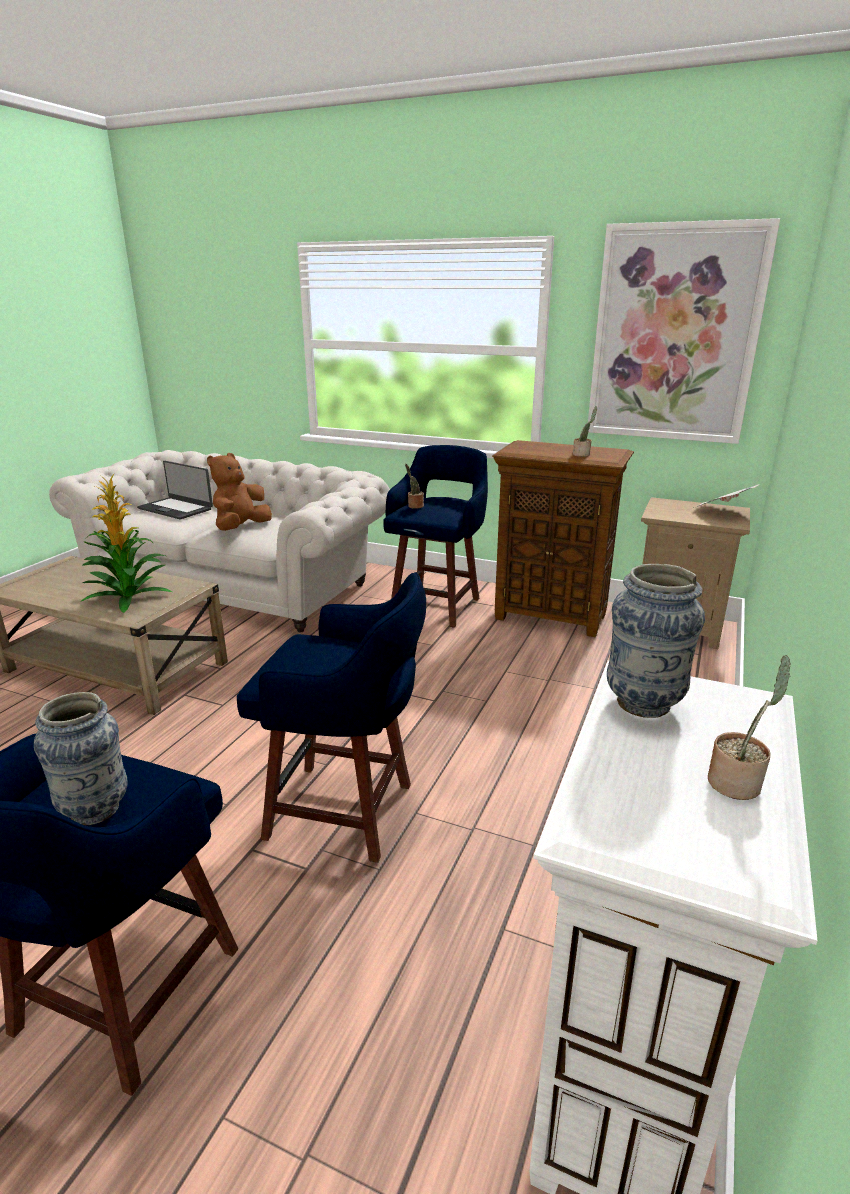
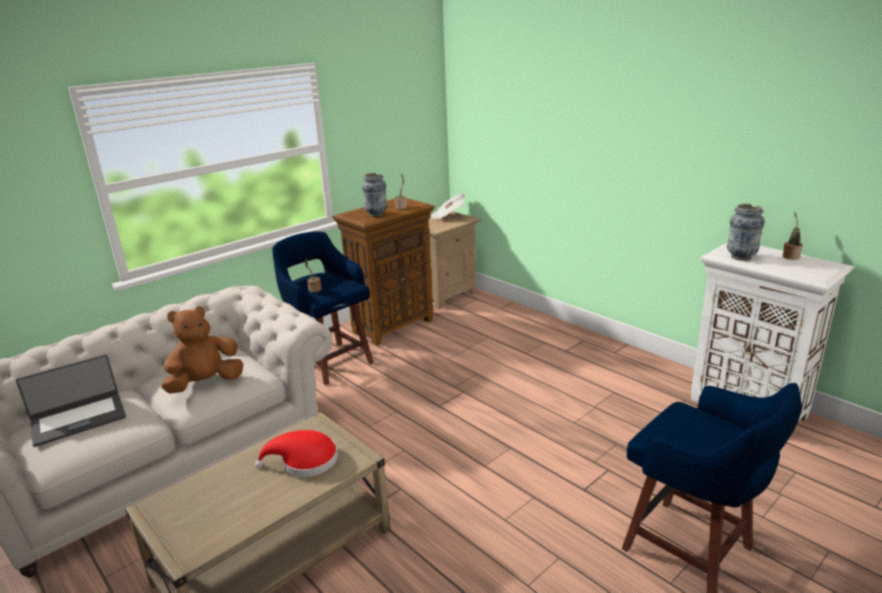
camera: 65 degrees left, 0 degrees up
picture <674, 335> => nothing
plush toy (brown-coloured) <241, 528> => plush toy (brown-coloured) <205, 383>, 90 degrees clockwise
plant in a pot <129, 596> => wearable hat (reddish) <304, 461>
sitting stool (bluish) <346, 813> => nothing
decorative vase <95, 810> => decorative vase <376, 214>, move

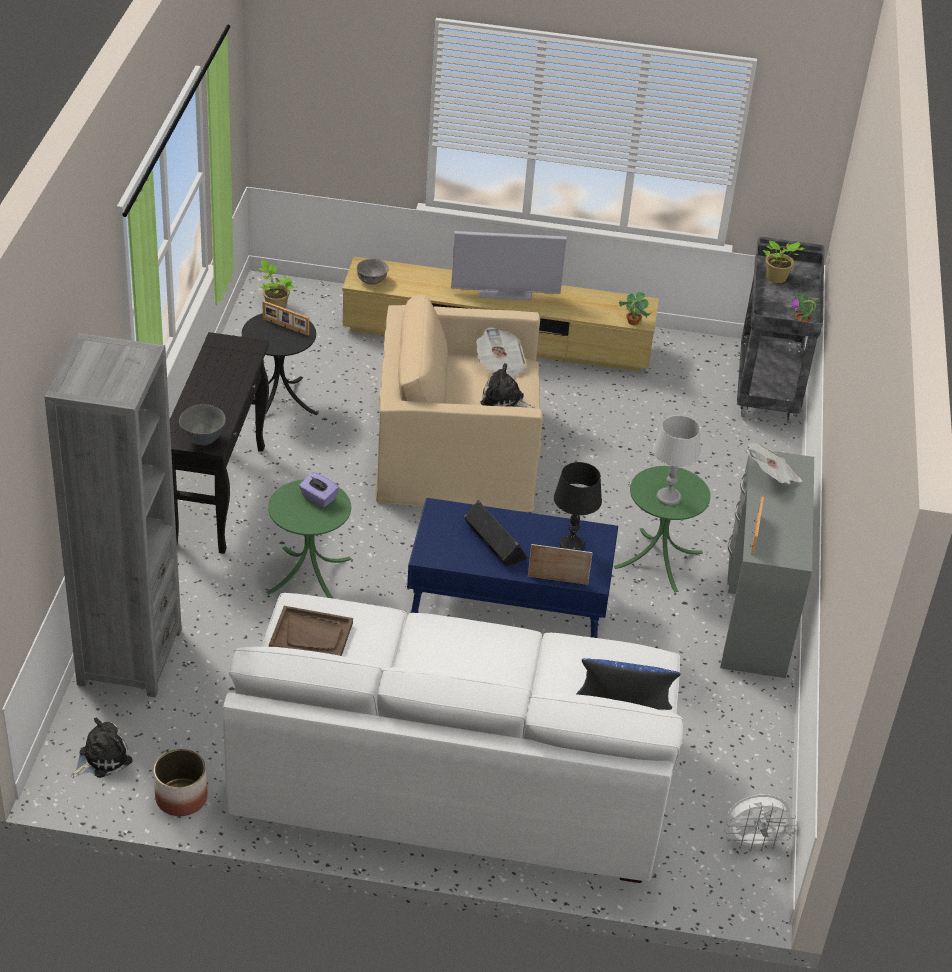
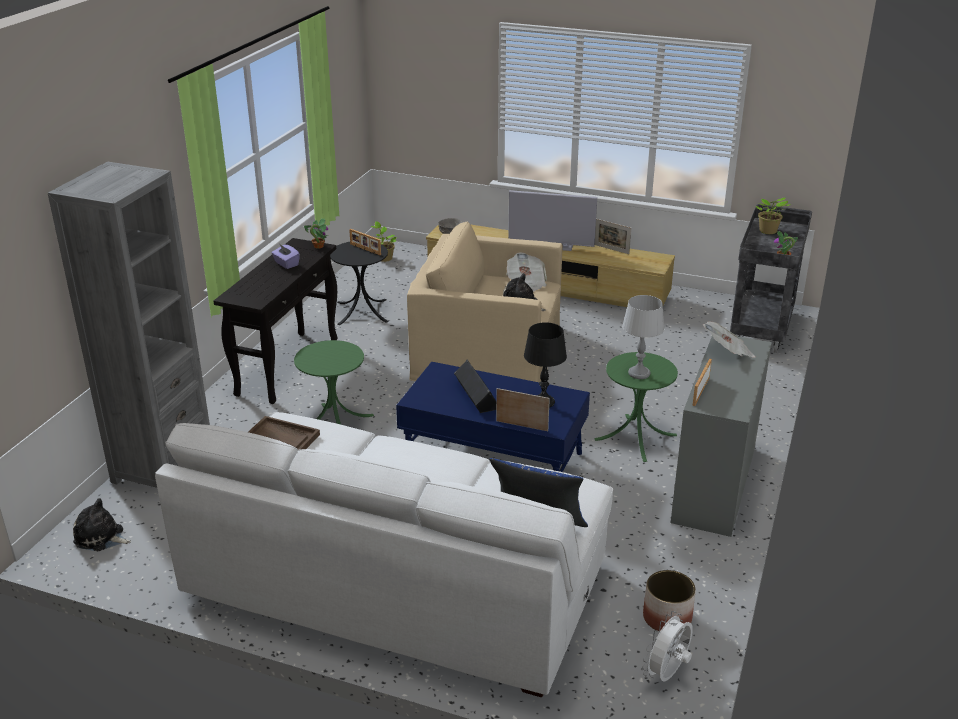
camera: 15 degrees right, 10 degrees down
plant in a pot <632, 322> => plant in a pot <318, 246>, move
bowl (greyish) <203, 440> => nothing
tissue box (purple-coloured) <318, 498> => tissue box (purple-coloured) <286, 264>, move
plush toy <102, 758> => plush toy <101, 538>, 135 degrees counterclockwise
planter <181, 798> => planter <666, 618>, move
cooling fan (white-coloured) <754, 842> => cooling fan (white-coloured) <667, 674>, 120 degrees clockwise
nothing => standing frame <611, 249>

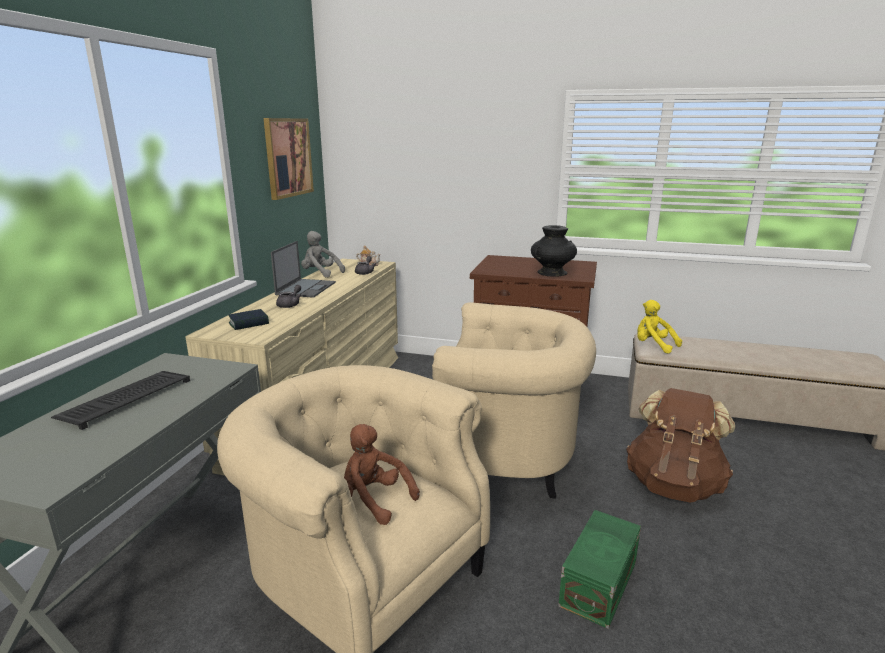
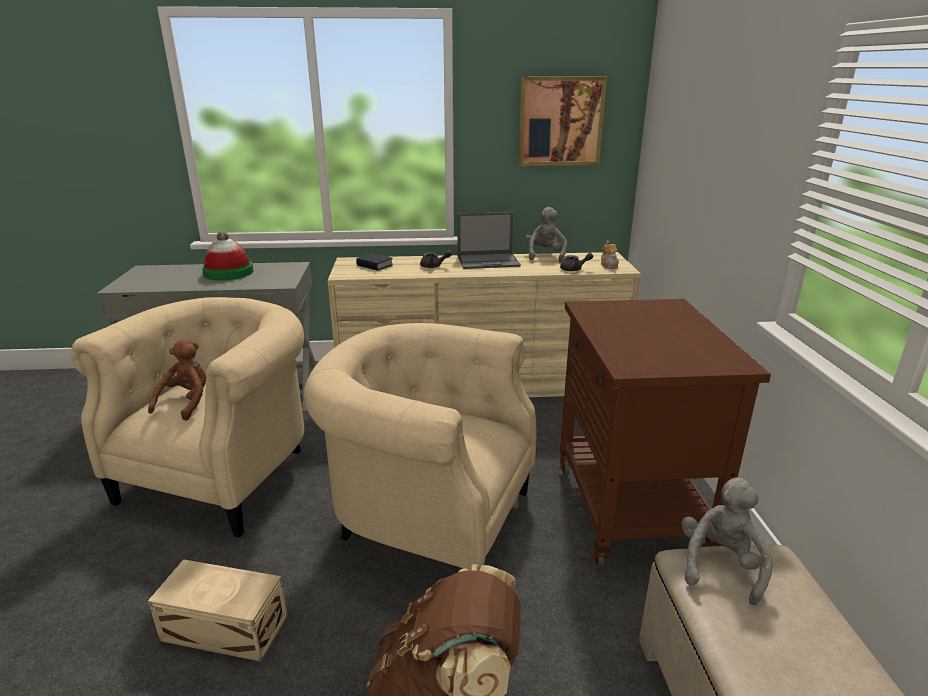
camera: 70 degrees right, 5 degrees up
decorative vase (black-coloured) <552, 272> => nothing
plush toy (yellowish) <653, 345> => plush toy (greyish) <720, 565>
lounge chair (sand-coloured) <502, 464> => lounge chair (sand-coloured) <427, 519>, 120 degrees clockwise
PC keyboard <126, 398> => wearable hat <228, 273>
storage box (greenish) <600, 583> => storage box (sand-coloured) <225, 629>

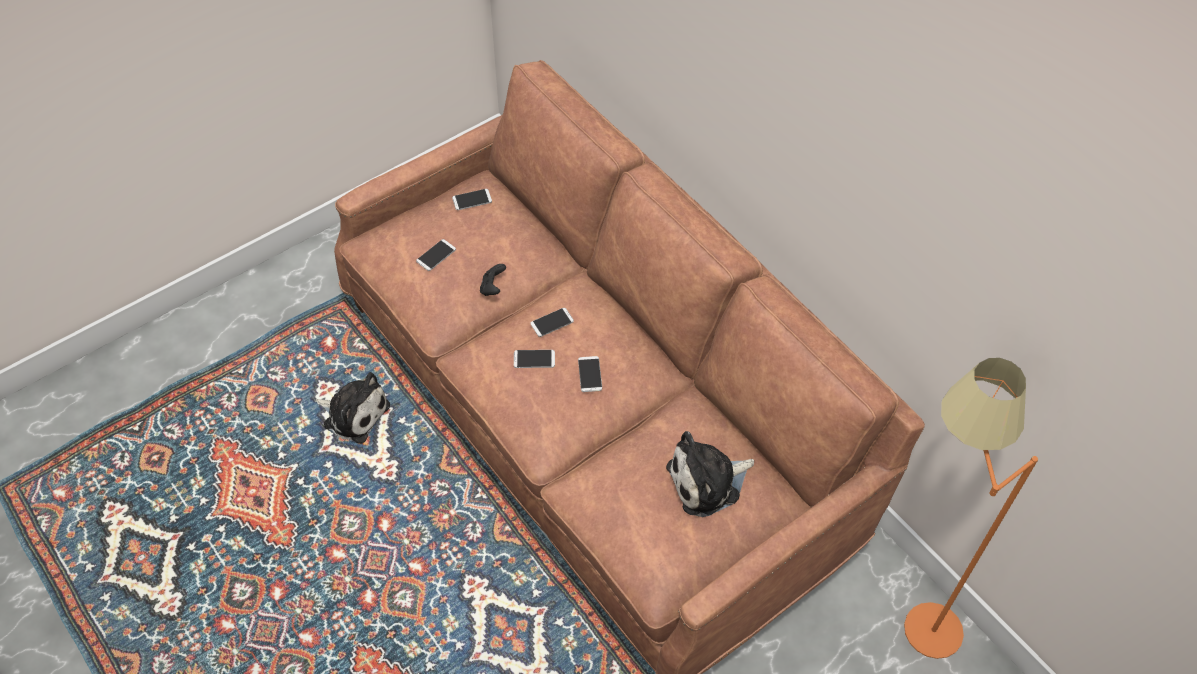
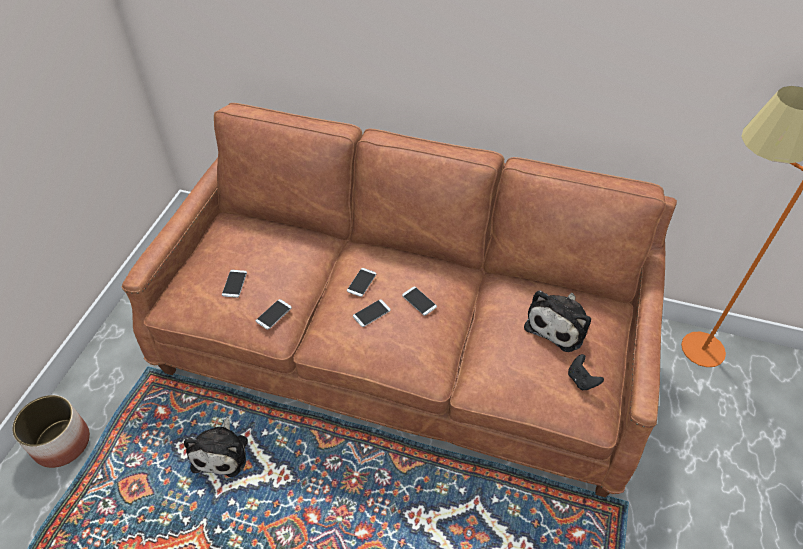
camera: 35 degrees left, 5 degrees down
phone <472, 200> => phone <273, 314>, move
game controller (black-coloured) <492, 288> => game controller (black-coloured) <581, 380>, move
plush toy <353, 413> => plush toy <222, 451>, 105 degrees clockwise
nothing => planter <61, 443>

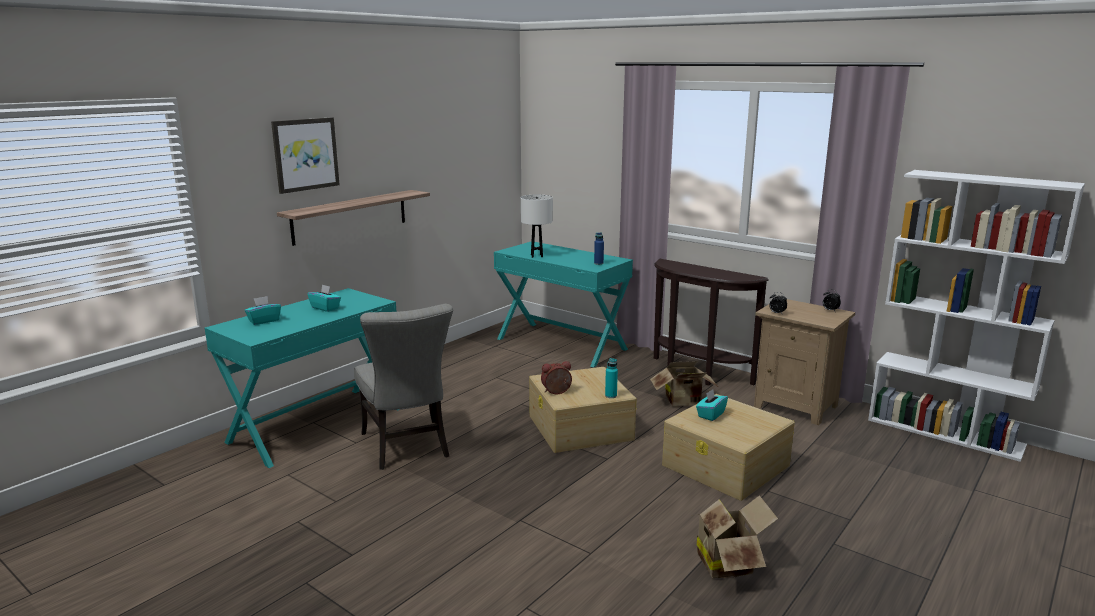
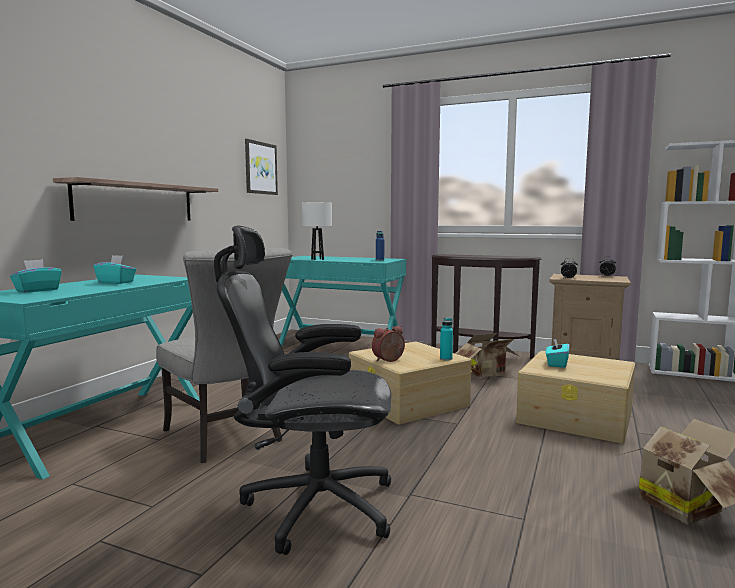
camera: 15 degrees left, 10 degrees down
picture <305, 154> => picture <260, 168>, move
nothing => office chair <311, 507>

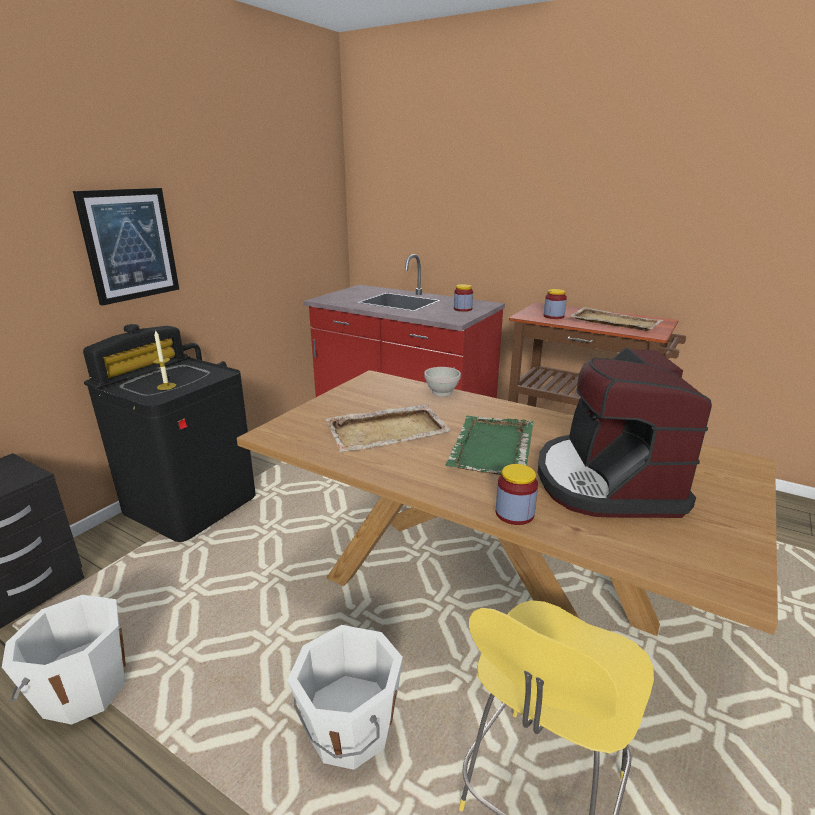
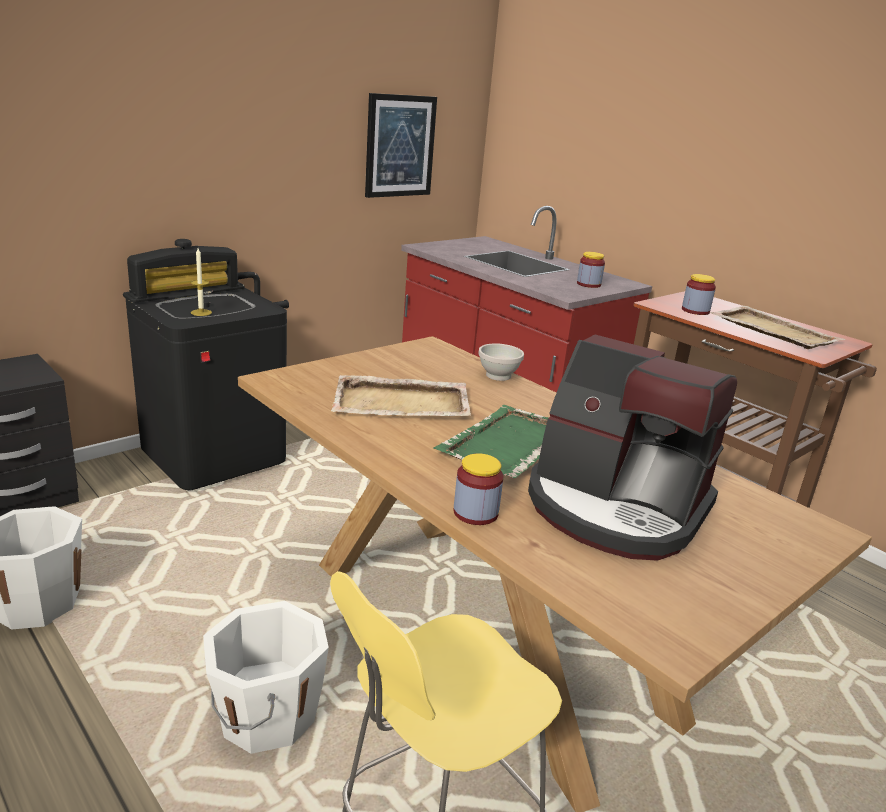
camera: 15 degrees right, 0 degrees up
picture <129, 245> => picture <399, 146>, move
coffee maker <606, 482> => coffee maker <615, 508>, 75 degrees counterclockwise

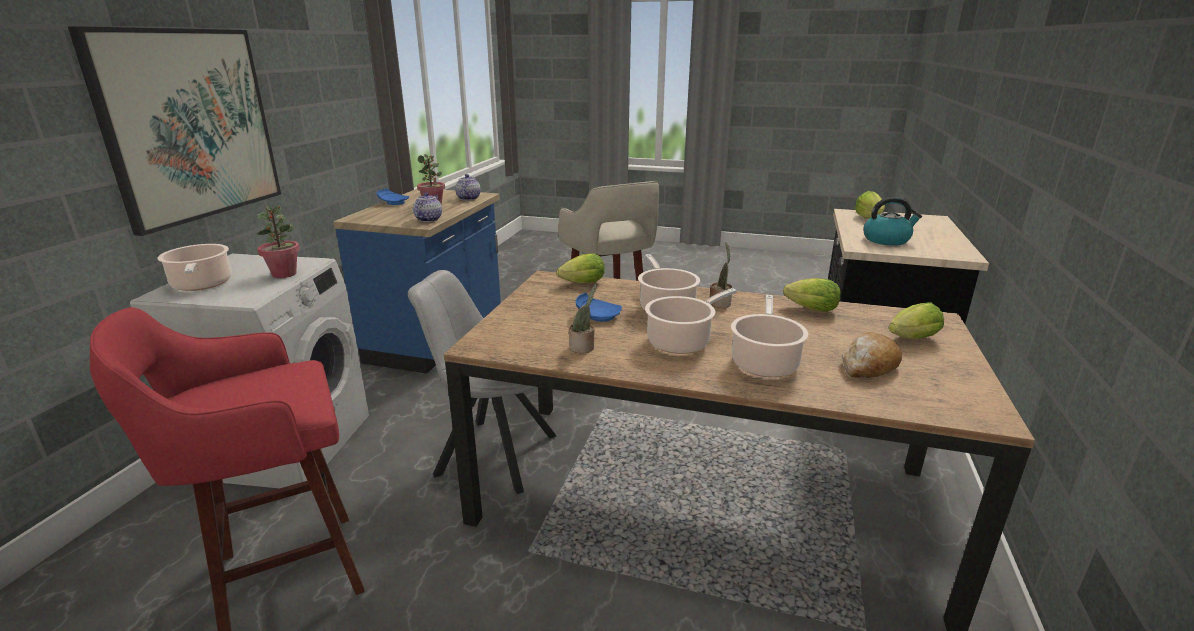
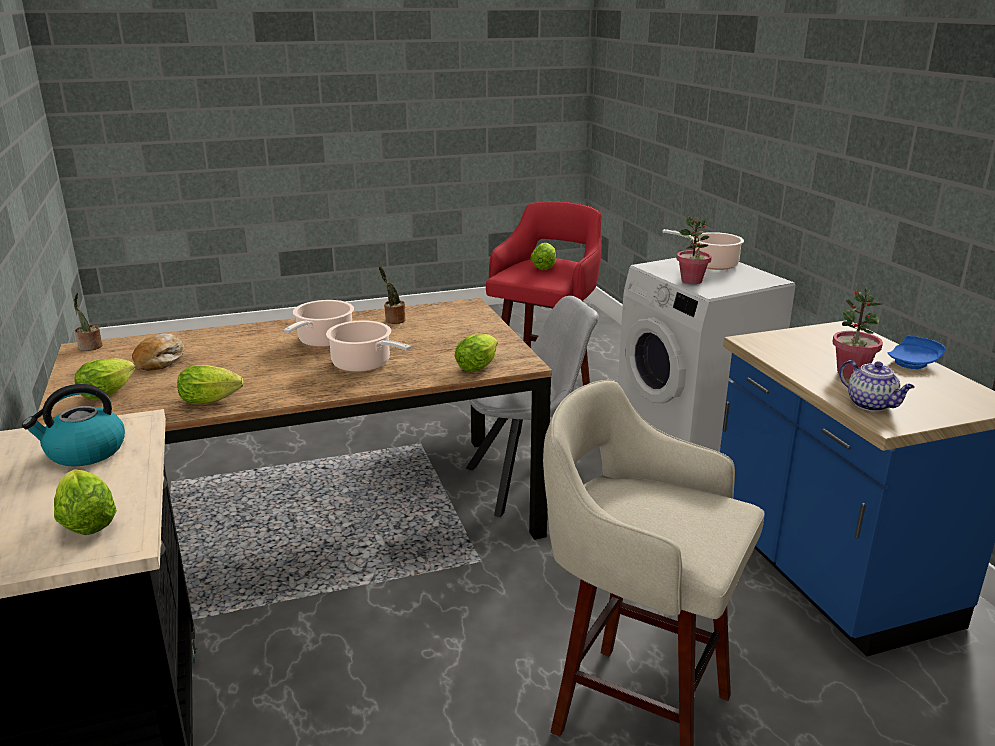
camera: 145 degrees right, 0 degrees up
picture <190, 125> => nothing
pot for tea <428, 219> => nothing
plant in a pot <720, 303> => plant in a pot <90, 347>, move
flat dish (bluish) <597, 316> => nothing
stockpot <764, 362> => nothing
nothing => lettuce <544, 267>

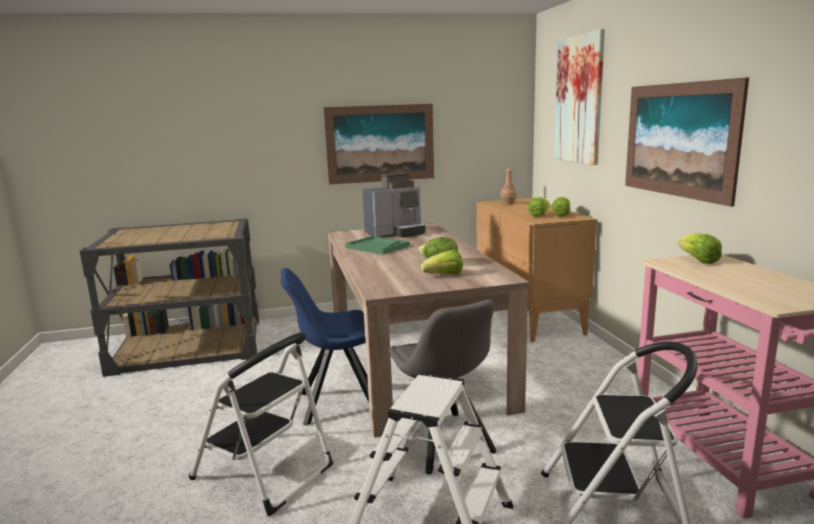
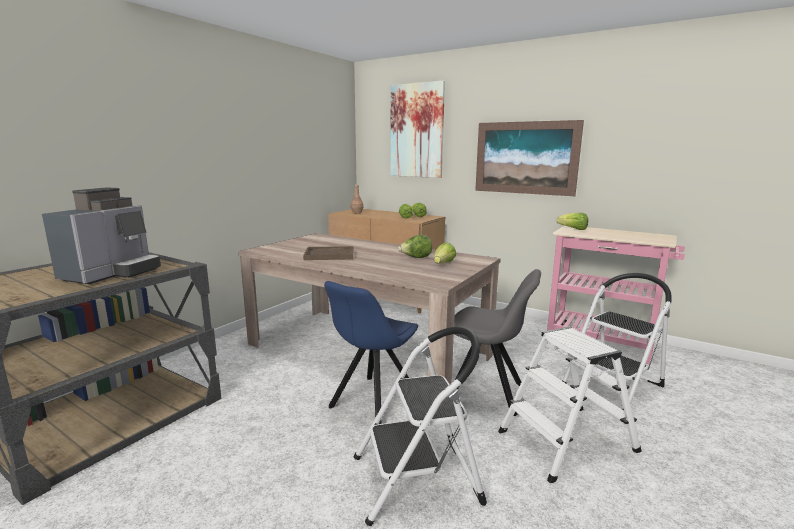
camera: 45 degrees left, 0 degrees up
picture <380, 143> => nothing
coffee maker <396, 233> => coffee maker <112, 273>, move
carrying tray (greenish) <377, 247> => carrying tray (brown-coloured) <329, 255>

